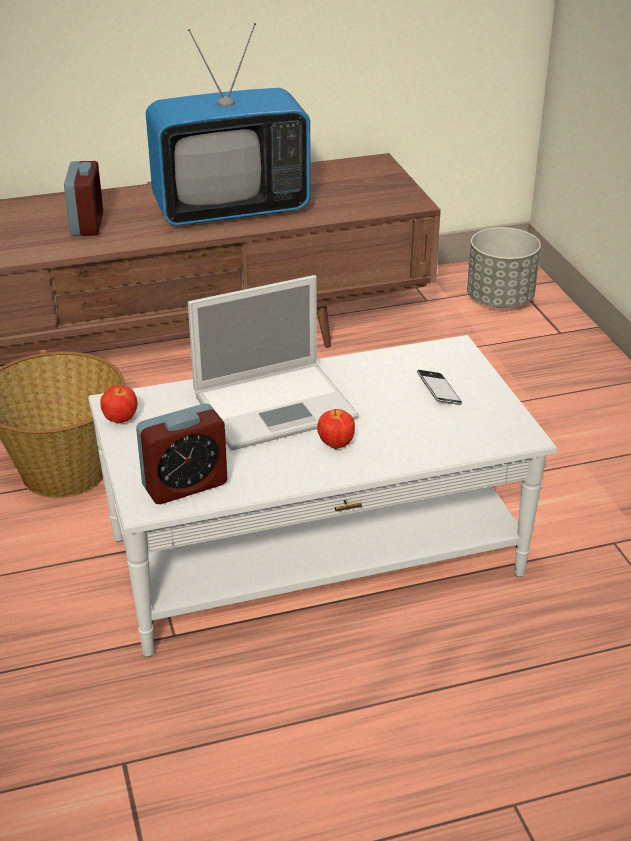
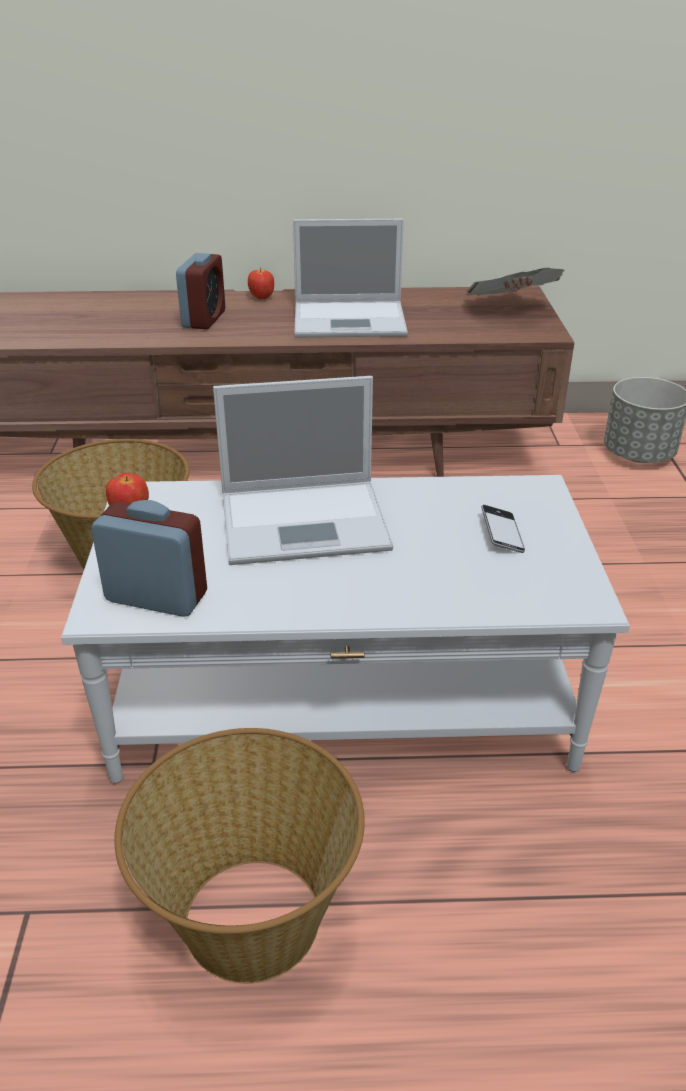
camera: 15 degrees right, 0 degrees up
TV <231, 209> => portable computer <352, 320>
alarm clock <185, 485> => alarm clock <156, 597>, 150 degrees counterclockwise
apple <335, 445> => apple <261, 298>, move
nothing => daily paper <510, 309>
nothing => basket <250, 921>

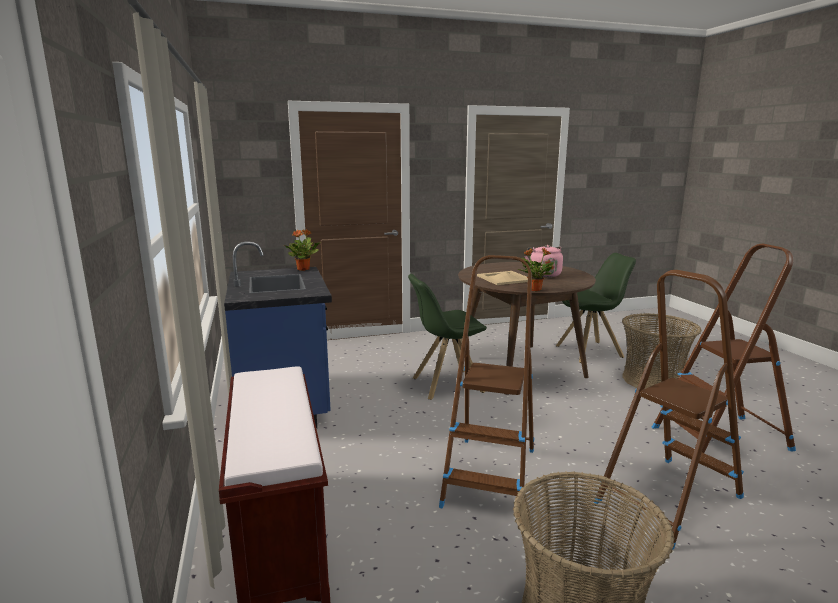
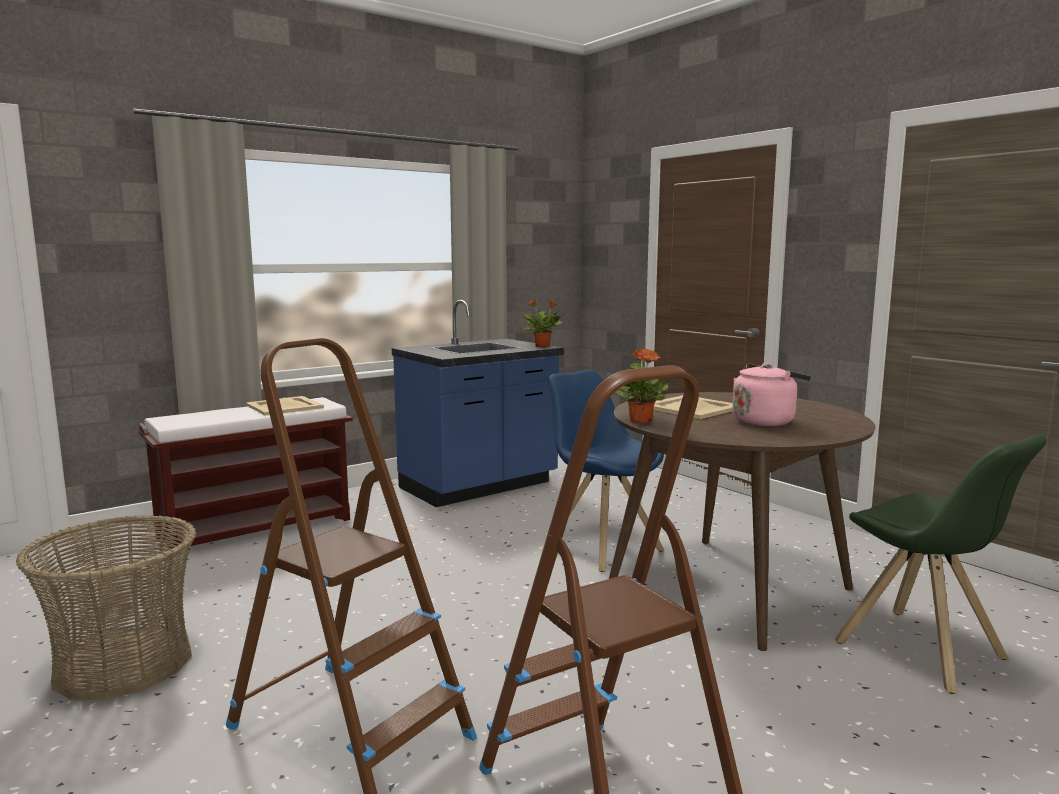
camera: 70 degrees right, 5 degrees down
step stool (brown-coloured) <490, 477> => nothing
chair (greenish) <446, 384> => chair (bluish) <602, 546>
basket <653, 380> => nothing
nothing => carrying tray (sand-coloured) <285, 406>

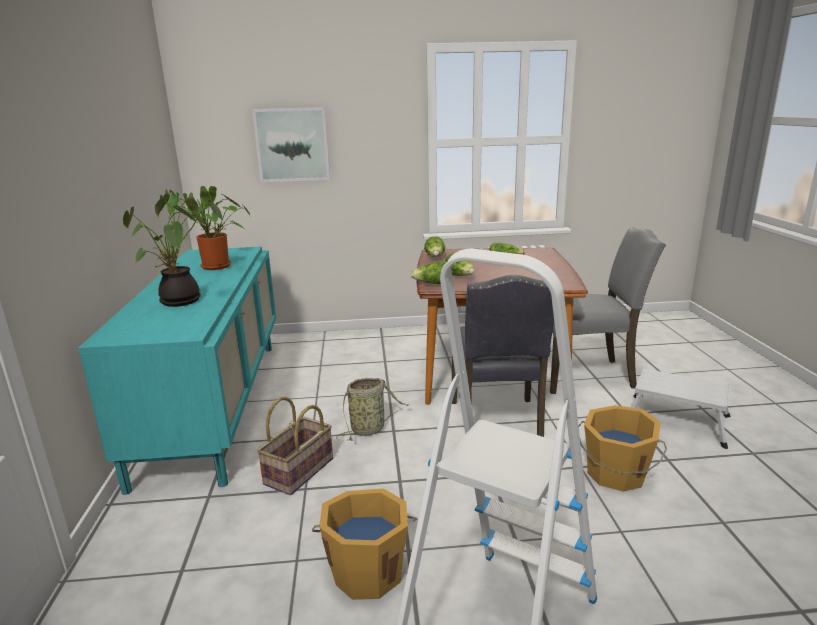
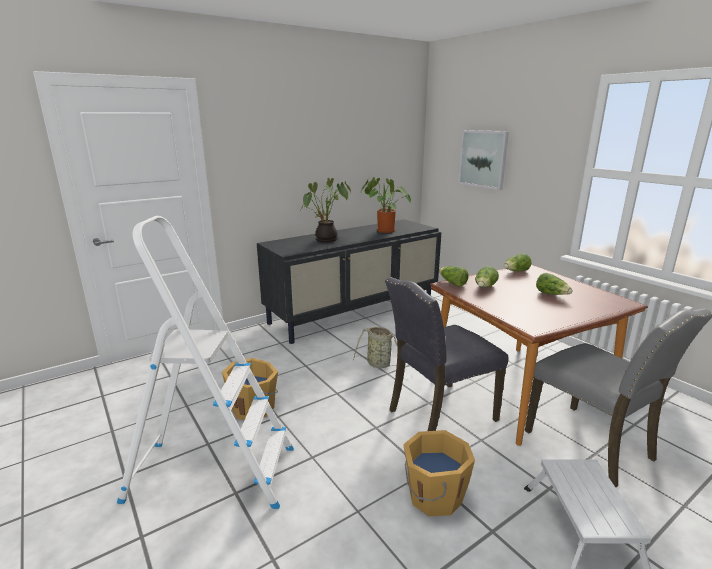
camera: 60 degrees right, 0 degrees up
storage cabinet (turquoise) <217, 405> => storage cabinet (black-coloured) <354, 312>
basket <299, 472> => nothing

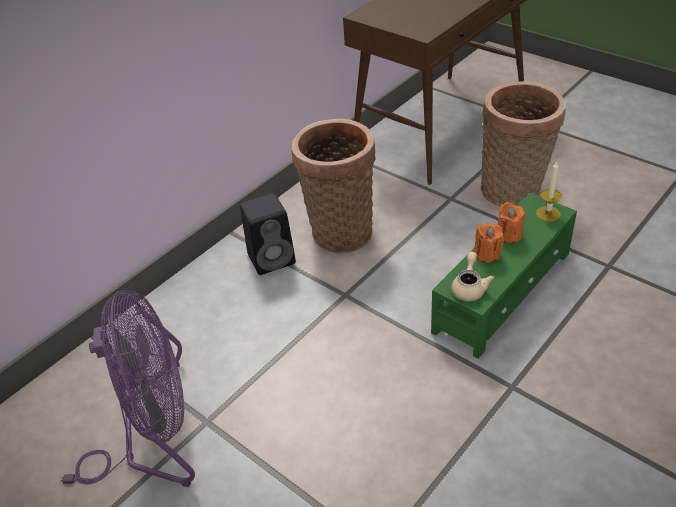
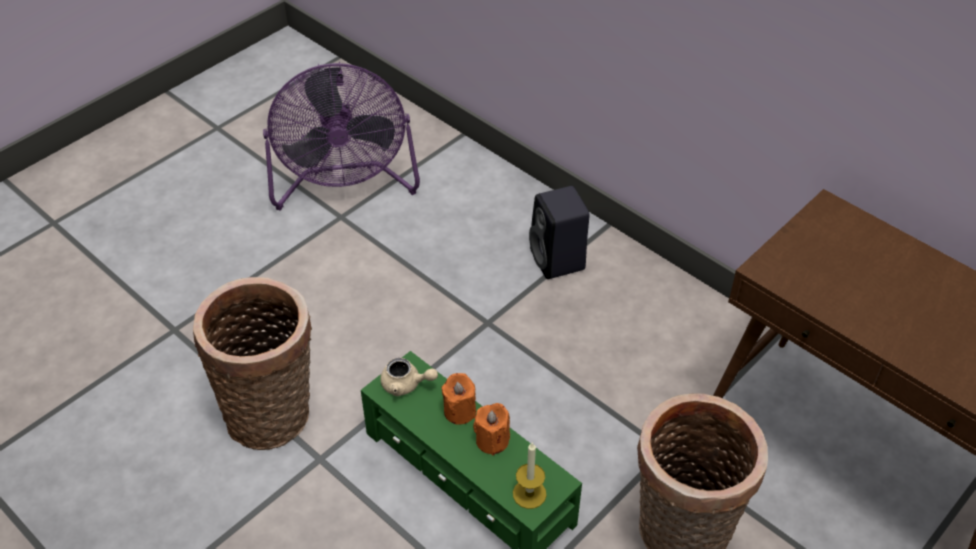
camera: 90 degrees right, 5 degrees up
basket <340, 230> => basket <273, 413>, move

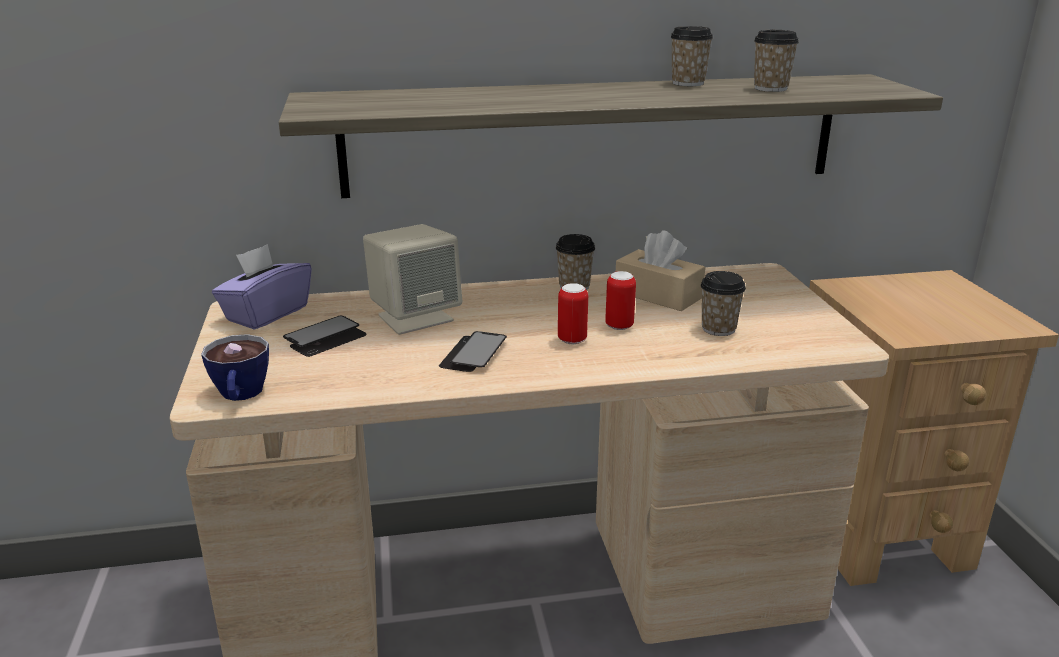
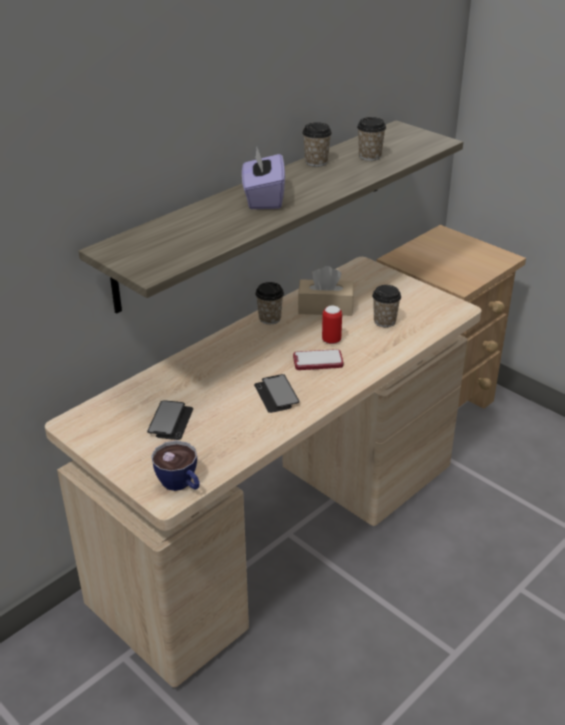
camera: 35 degrees left, 10 degrees up
audio speaker (sand-coloured) <415, 318> => nothing
tissue box (purple-coloured) <266, 314> => tissue box (purple-coloured) <263, 199>, move
sealed can <572, 340> => phone <318, 361>

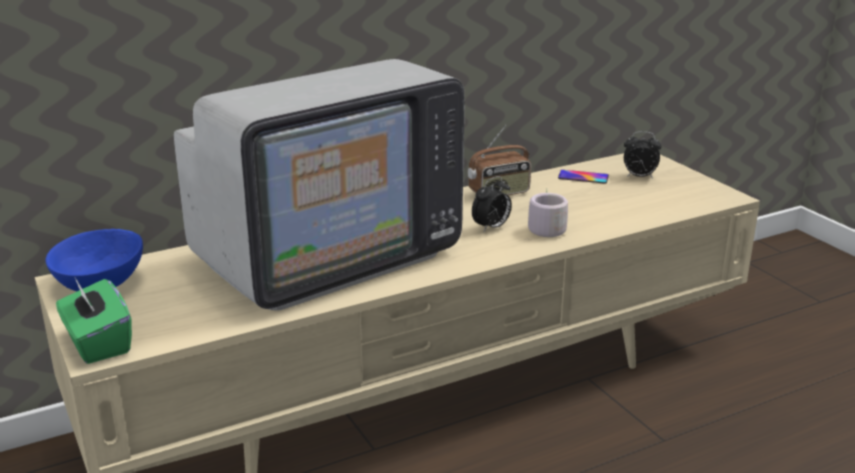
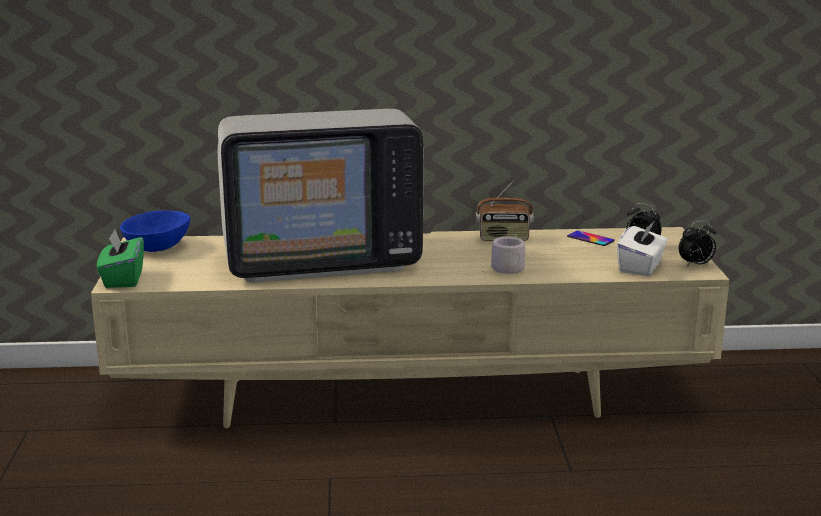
camera: 25 degrees right, 5 degrees down
alarm clock <491, 228> => alarm clock <696, 265>, move
nothing => tissue box (white-coloured) <641, 267>

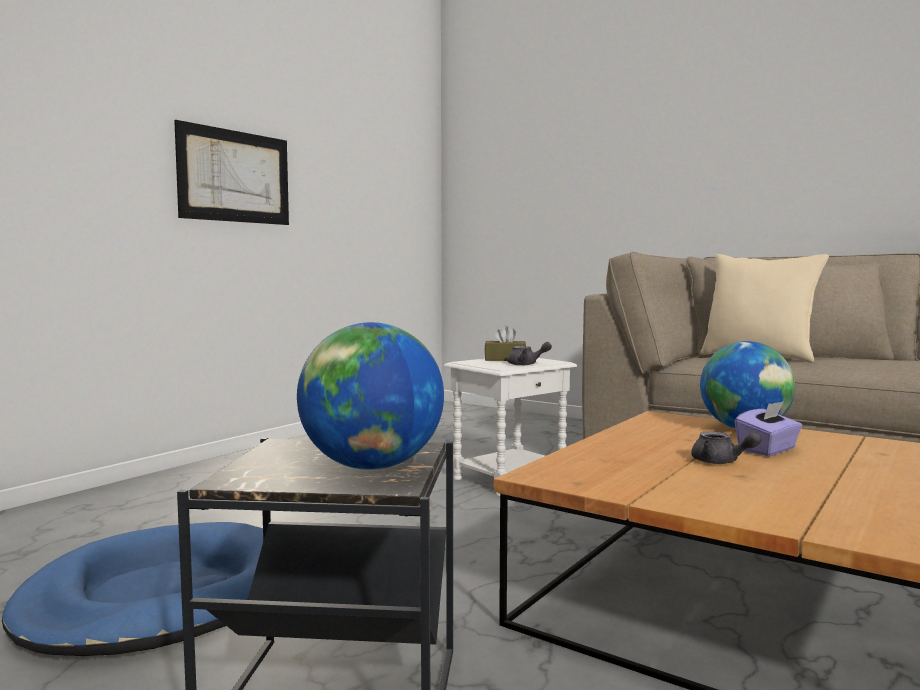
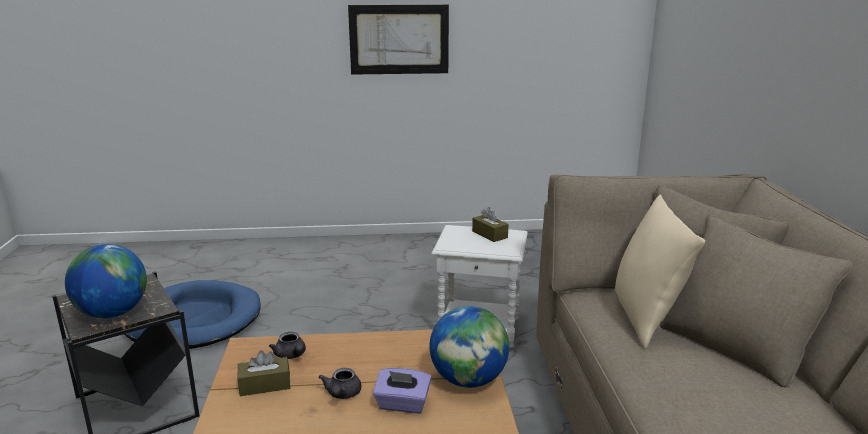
camera: 50 degrees right, 15 degrees up
pot for tea (greyish) <526, 364> => pot for tea (greyish) <291, 355>, move
nothing => tissue box (brown-coloured) <265, 385>

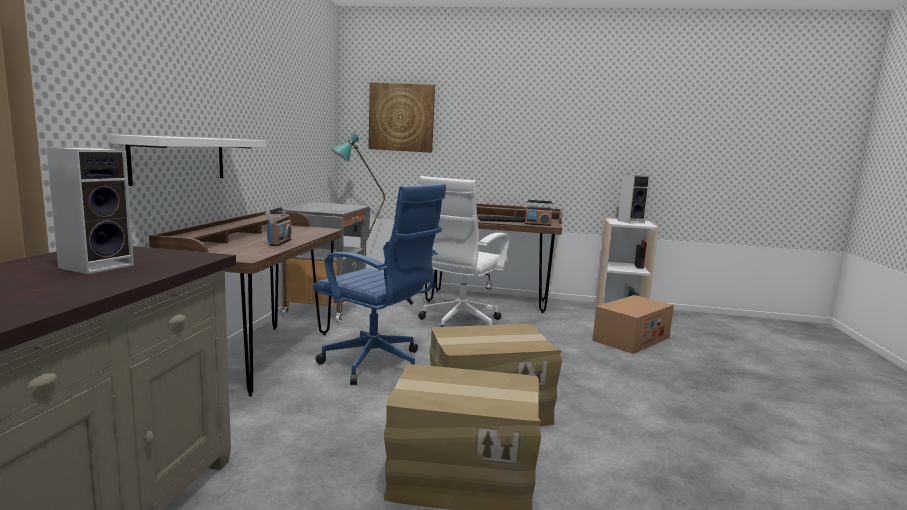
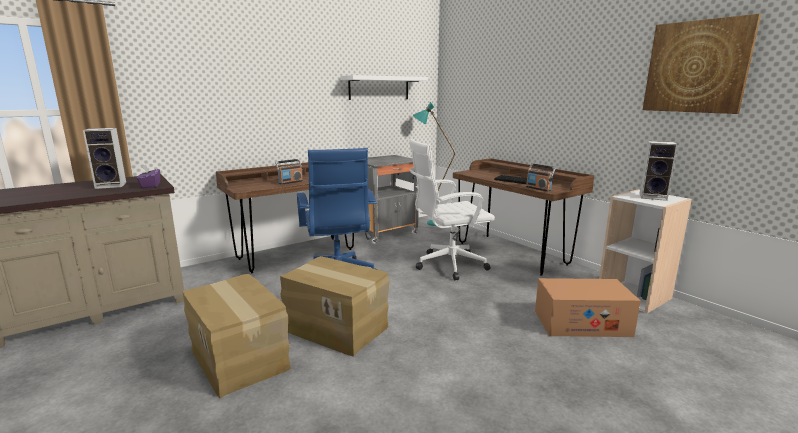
camera: 45 degrees right, 5 degrees up
picture <401, 117> => picture <696, 67>, move
bracket shelf (white-coloured) <179, 159> => bracket shelf (white-coloured) <379, 88>, move
nothing => tissue box (purple-coloured) <150, 186>

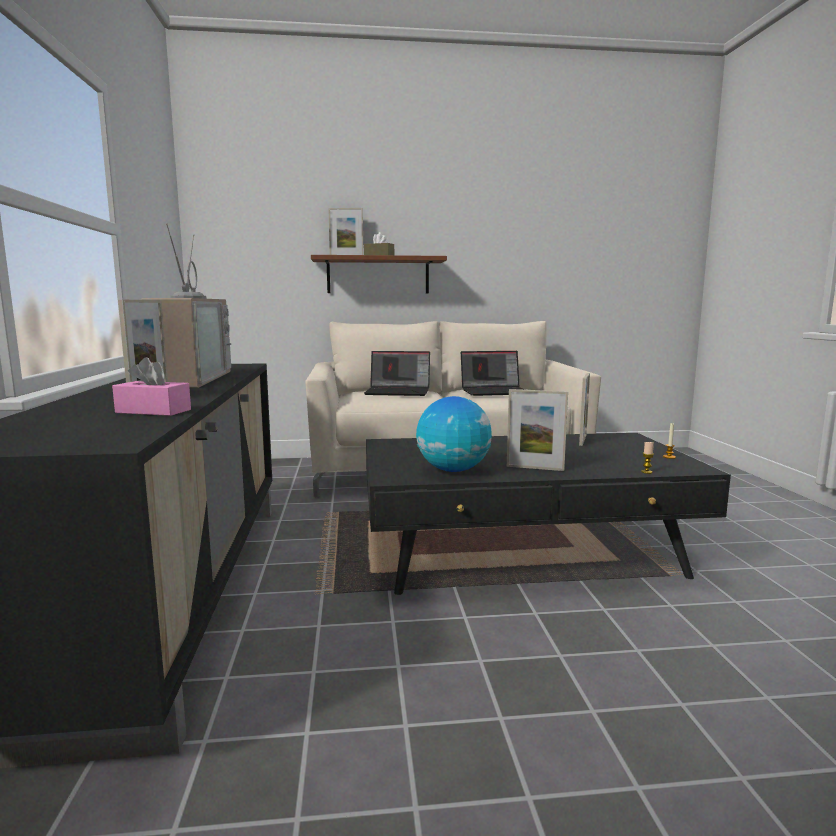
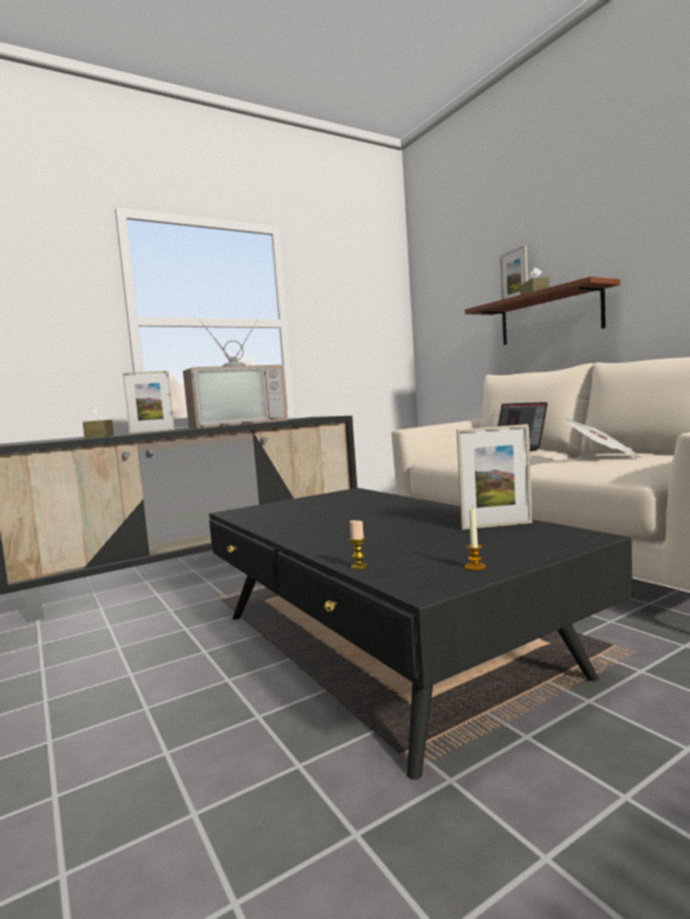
camera: 65 degrees right, 5 degrees down
portable computer <495, 391> => daily paper <603, 457>
tissue box (pink) <153, 411> => tissue box (brown-coloured) <99, 436>
standing frame <535, 468> => nothing
desk globe <453, 470> => nothing

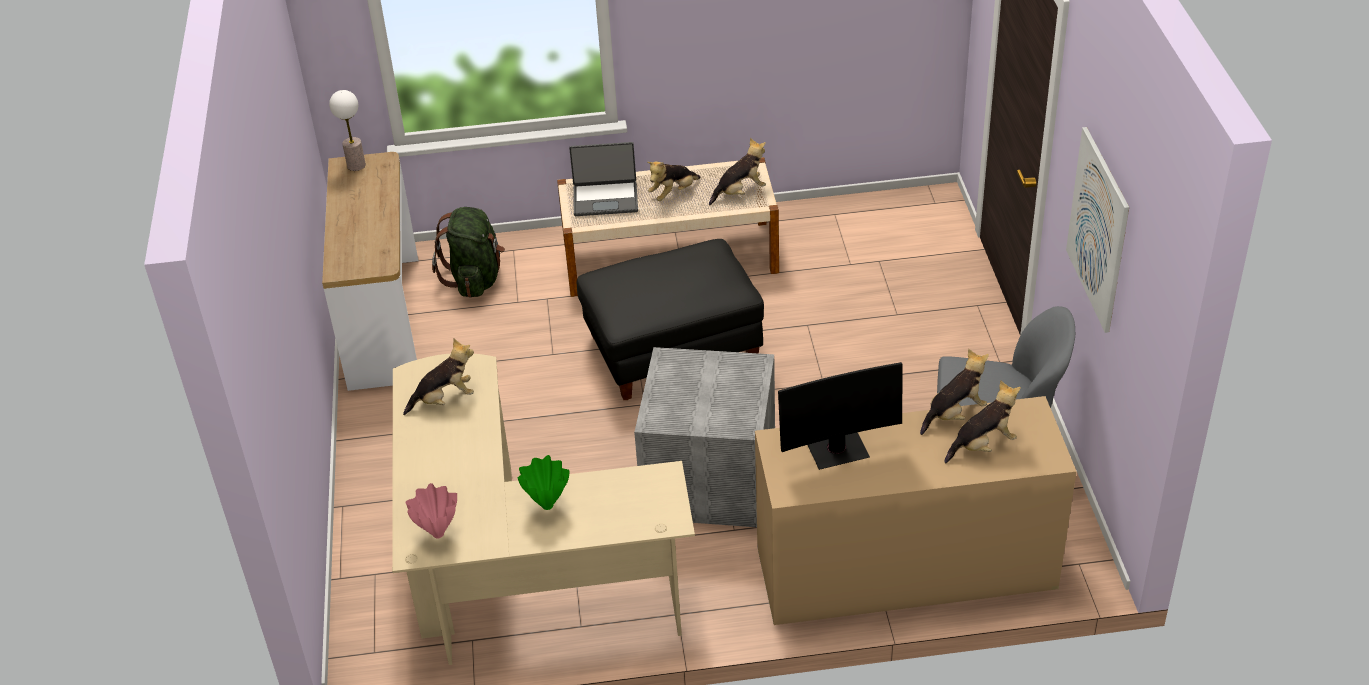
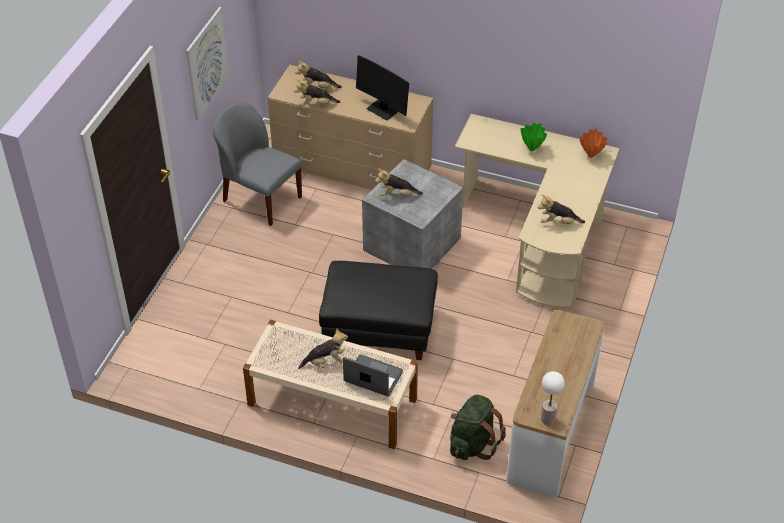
camera: 155 degrees left, 5 degrees up
plush toy <740, 192> => plush toy <397, 195>, move
computer screen <837, 450> => computer screen <383, 110>, 150 degrees counterclockwise
decorative vase (pink) <438, 533> => decorative vase (orange) <591, 156>

